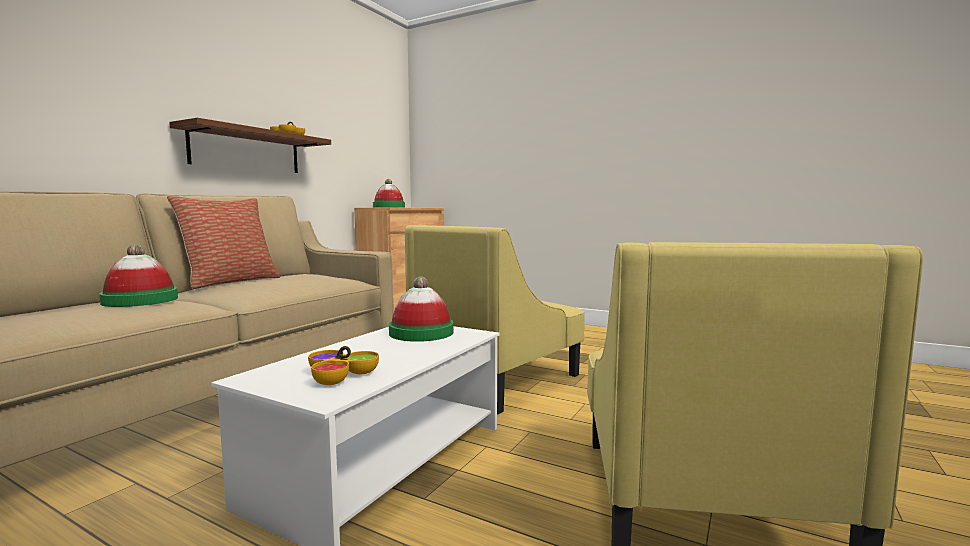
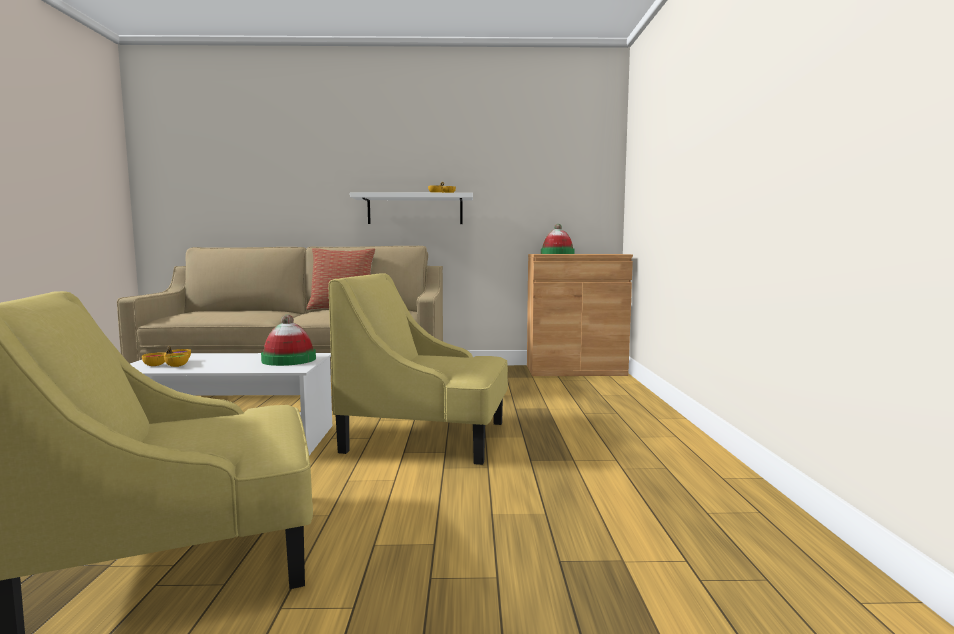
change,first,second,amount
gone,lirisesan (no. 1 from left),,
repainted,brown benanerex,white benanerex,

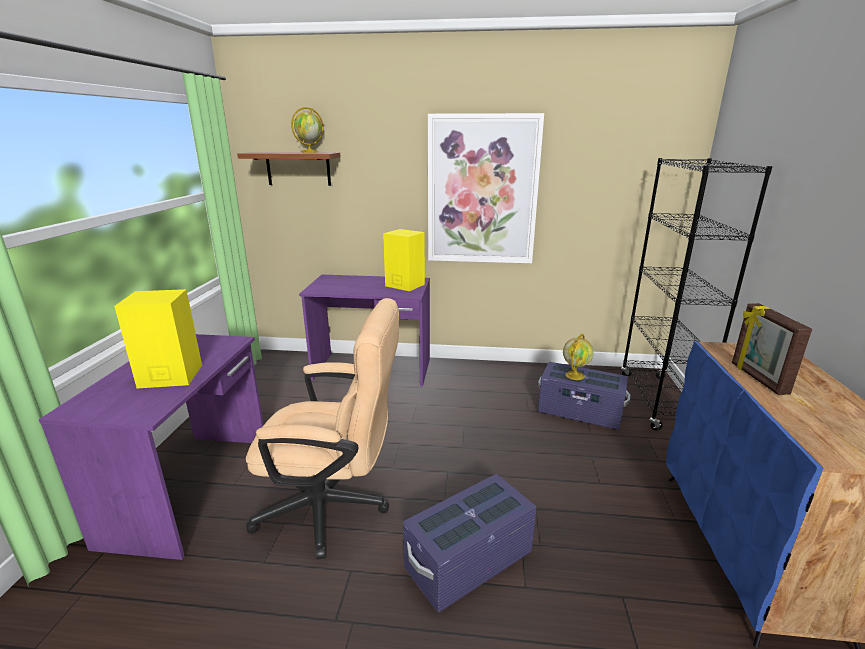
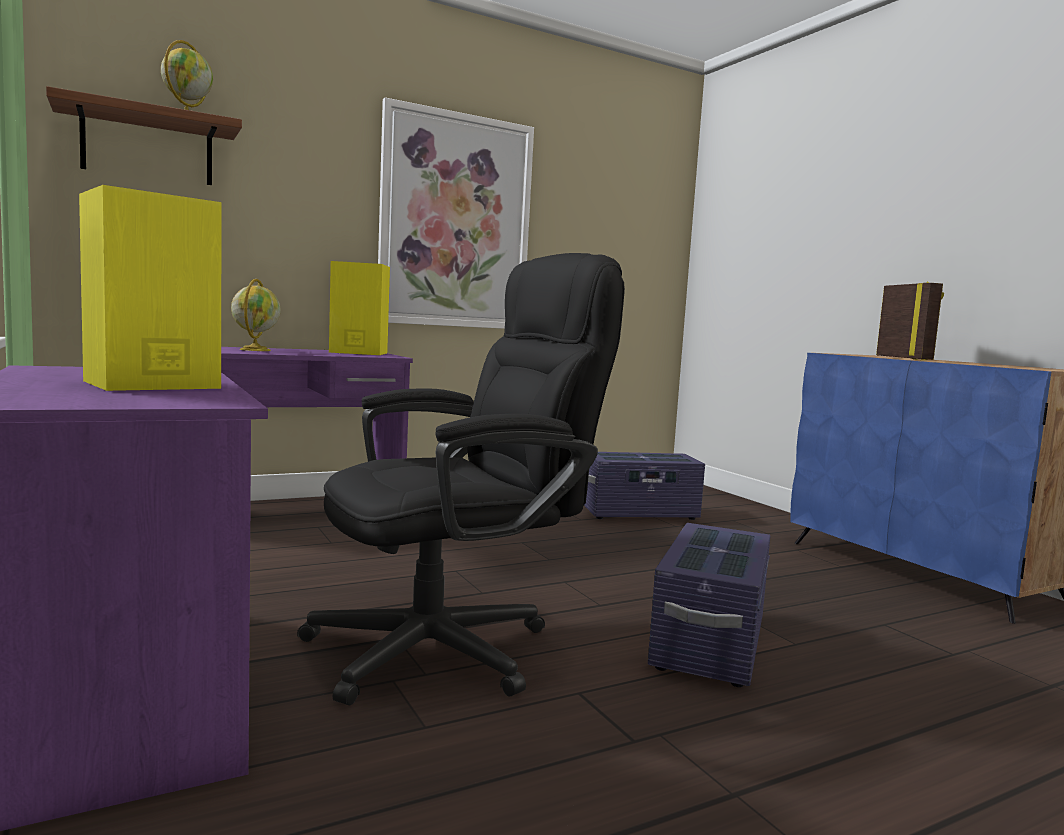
change,first,second,amount
repainted,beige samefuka,black samefuka,
shifted,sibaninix (no. 2 from left),,
gone,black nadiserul,,
rotated,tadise,,150 degrees counterclockwise

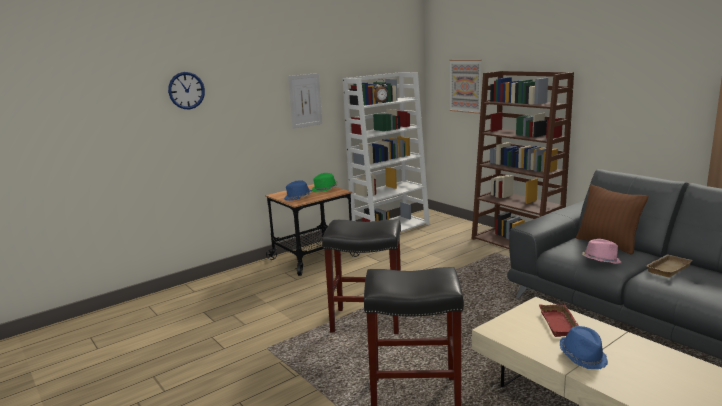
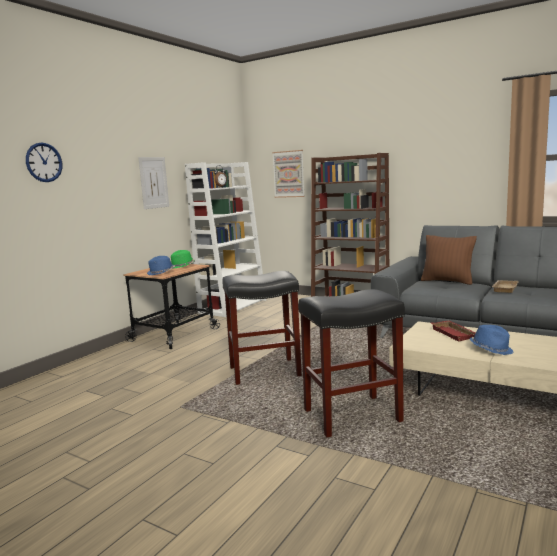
change,first,second,amount
gone,pink lirisesan,,

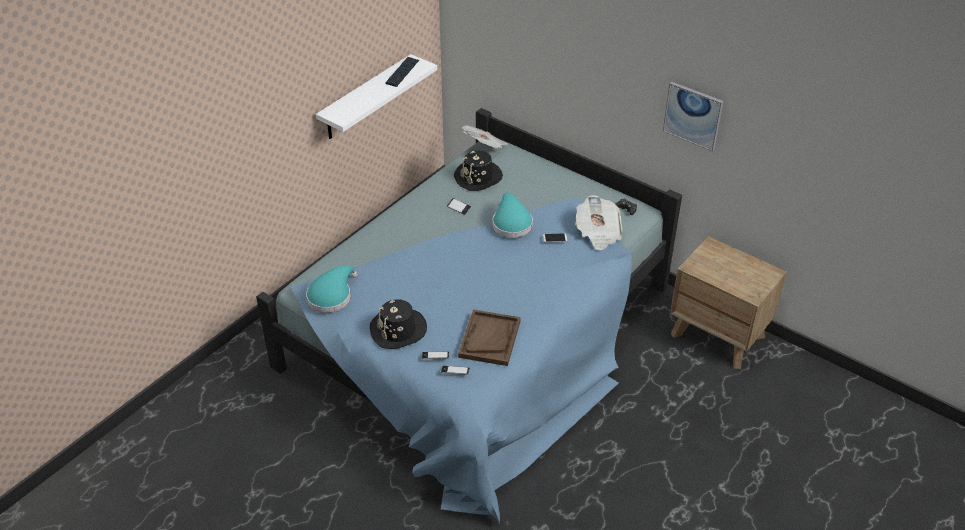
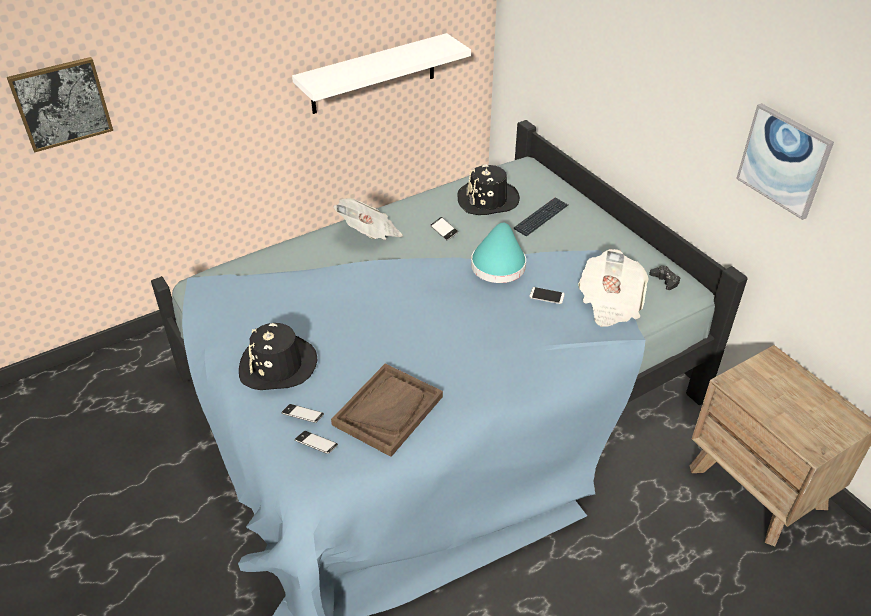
change,first,second,amount
gone,turquoise lirisesan (no. 1 from left),,
shifted,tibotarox,,
shifted,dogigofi (no. 1 from left),,
new,,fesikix (no. 1 from left),

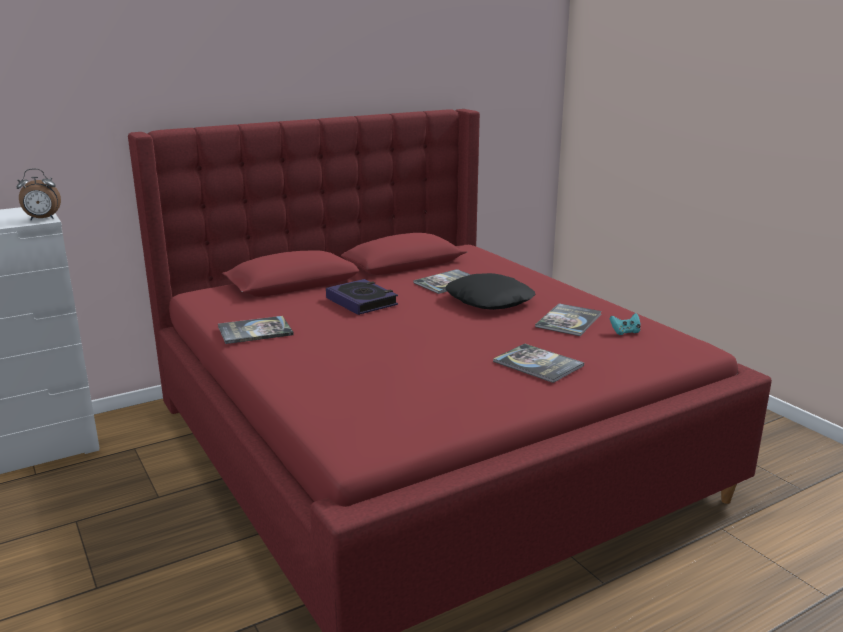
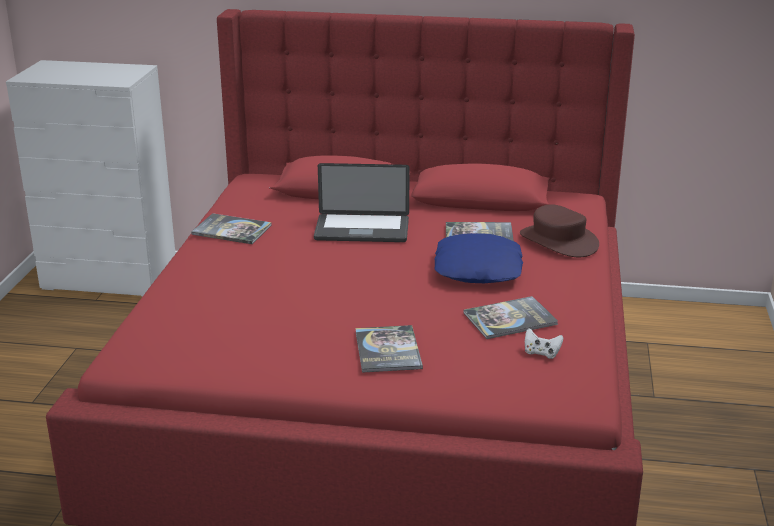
change,first,second,amount
gone,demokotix,,
swapped,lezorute (no. 2 from left),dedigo,
repainted,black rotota,blue rotota,
repainted,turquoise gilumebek,white gilumebek,
new,,brown lirisesan,

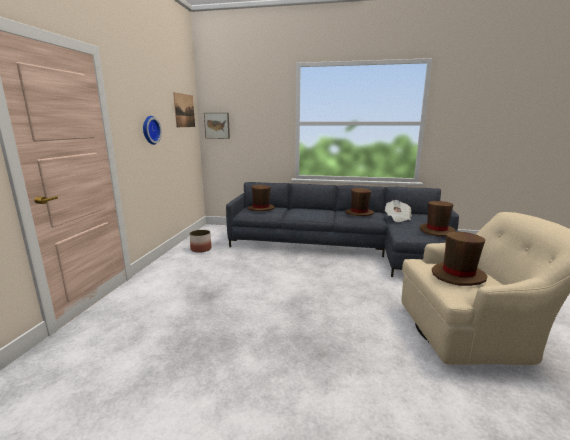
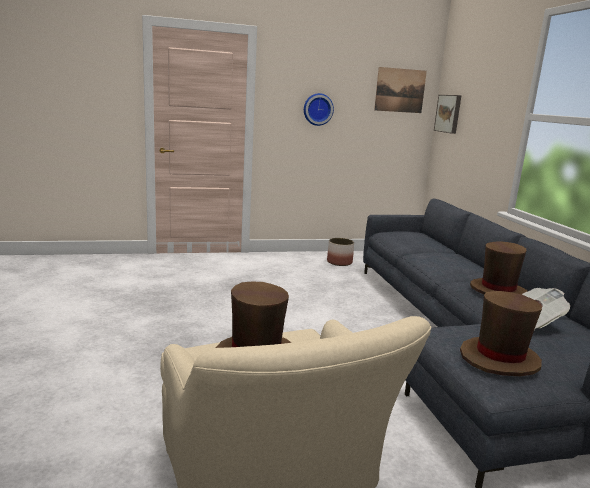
change,first,second,amount
gone,brown lirisesan (no. 1 from left),,

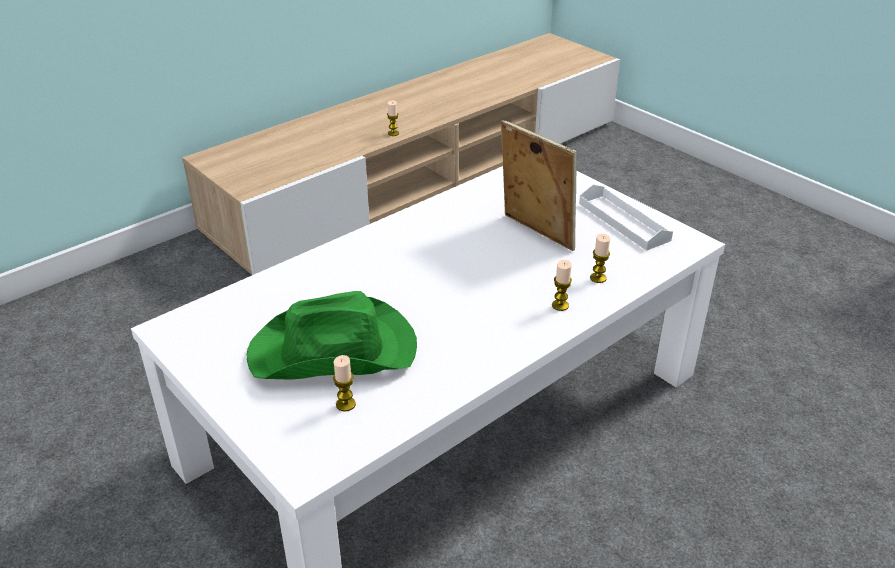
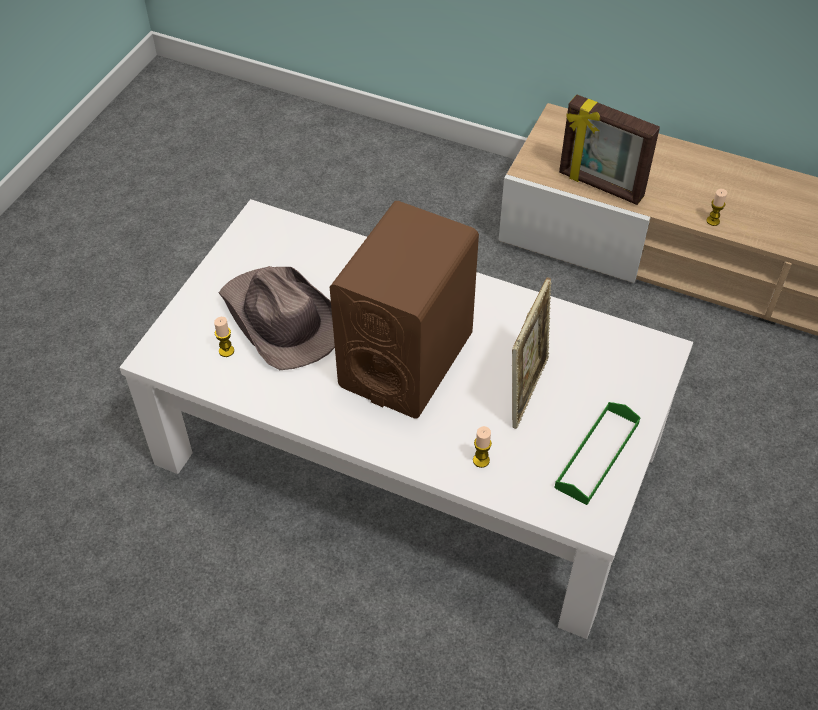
change,first,second,amount
repainted,green lirisesan,brown lirisesan,
gone,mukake (no. 3 from left),,
repainted,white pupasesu,green pupasesu,
new,,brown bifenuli,
new,,tadise (no. 2 from left),

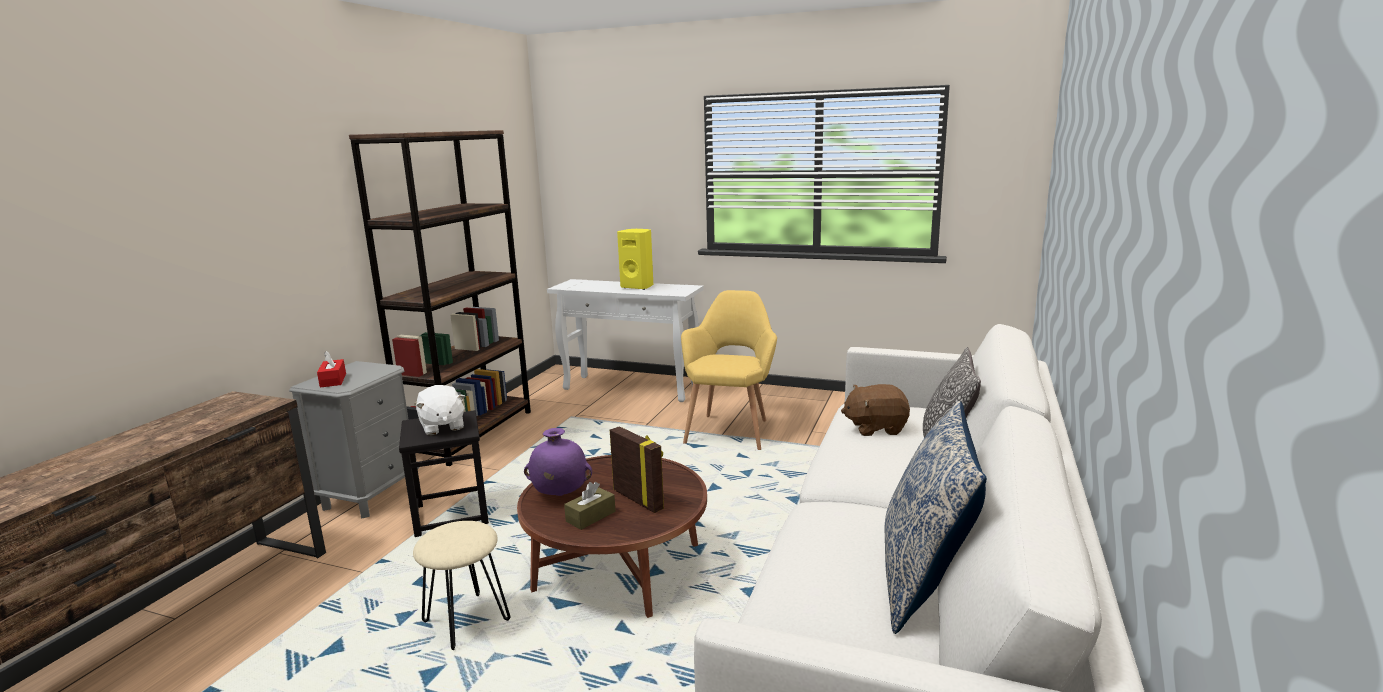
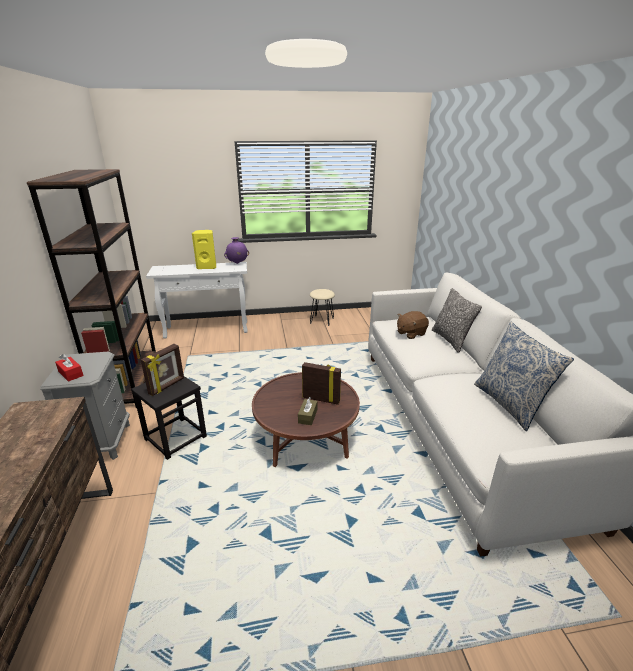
change,first,second,amount
shifted,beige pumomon,,
swapped,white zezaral,tadise (no. 1 from left),
shifted,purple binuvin,,
gone,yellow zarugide,,

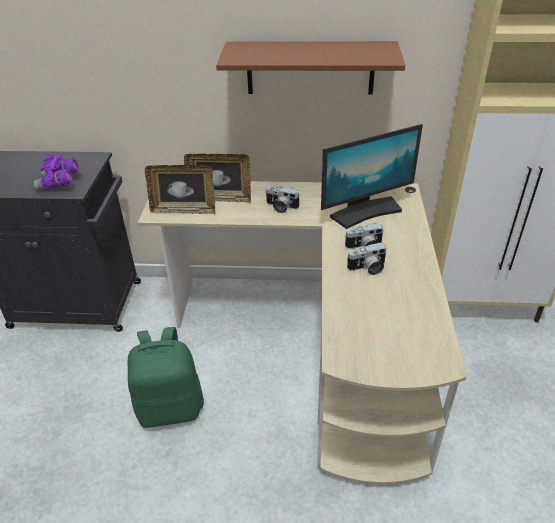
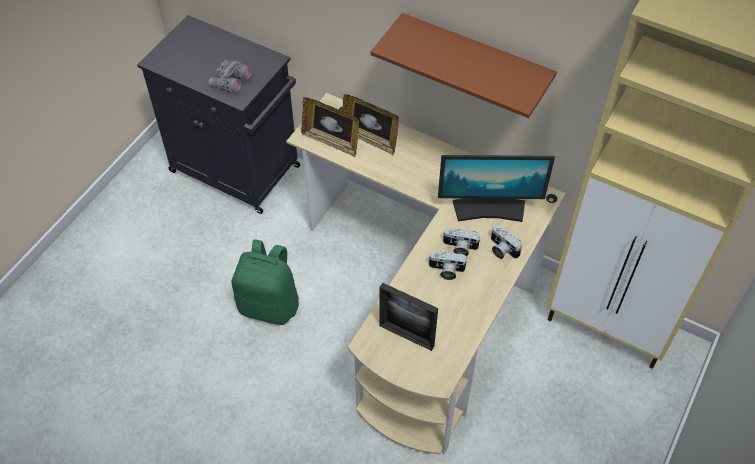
change,first,second,amount
repainted,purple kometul,grey kometul,
shifted,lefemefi (no. 1 from left in the first image),lefemefi (no. 3 from left),
new,,tadise (no. 3 from left),

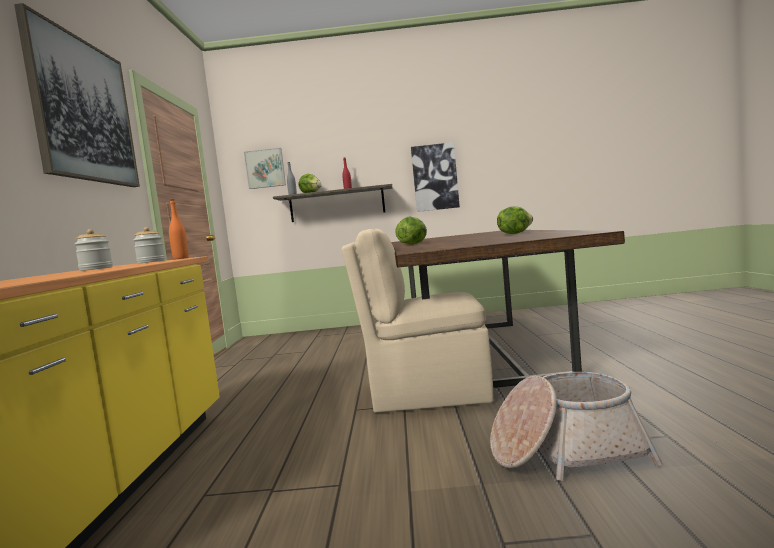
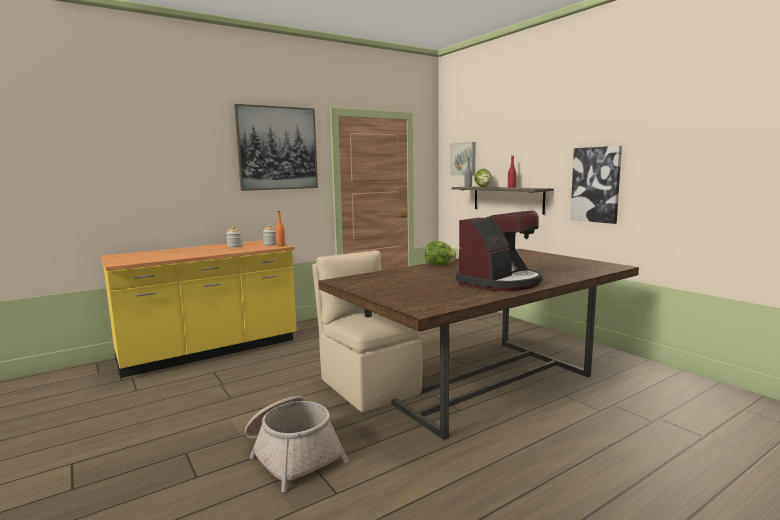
change,first,second,amount
swapped,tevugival (no. 3 from left),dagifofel,

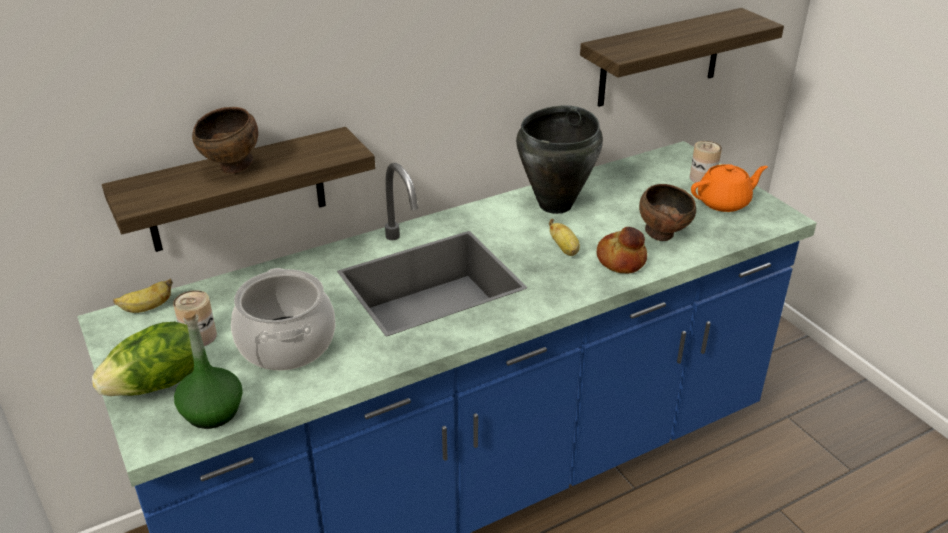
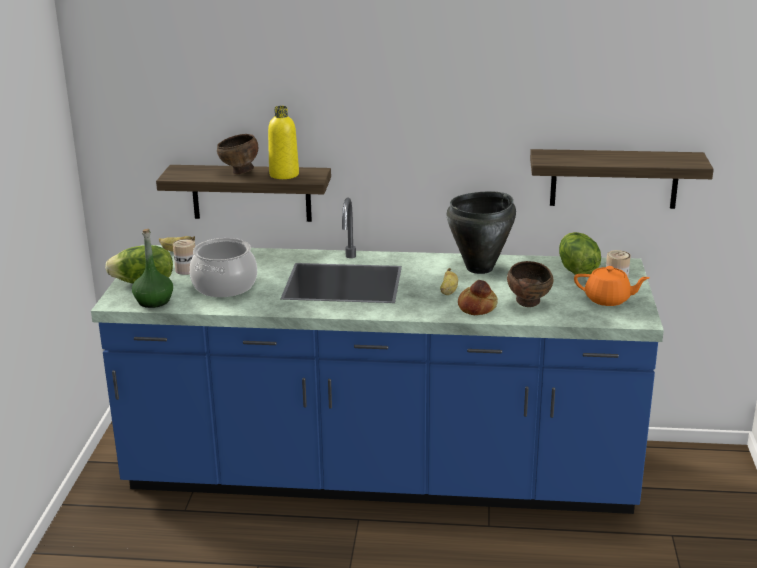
change,first,second,amount
new,,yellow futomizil,
new,,tevugival (no. 2 from left),

